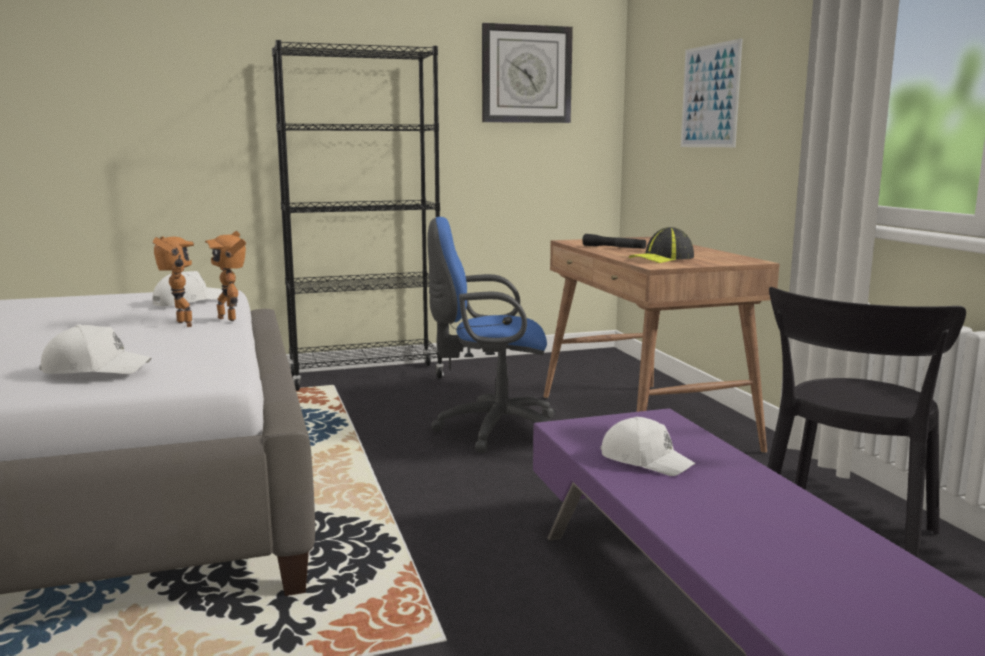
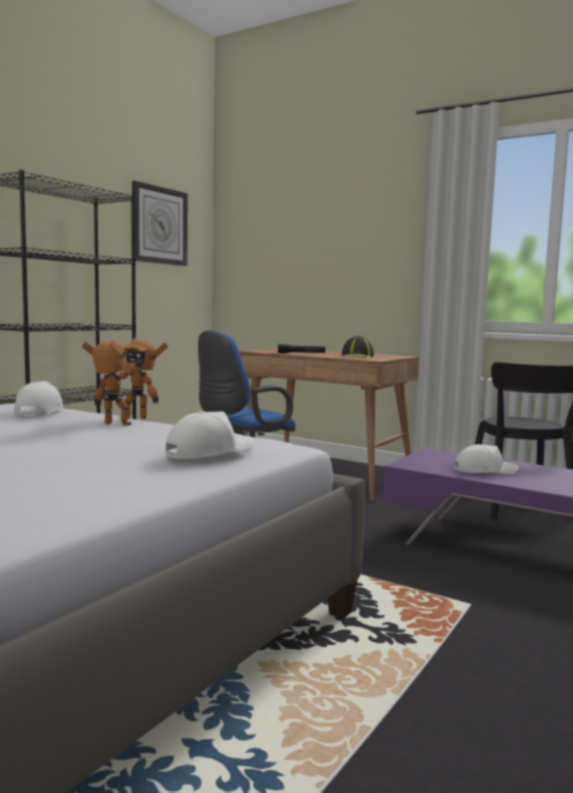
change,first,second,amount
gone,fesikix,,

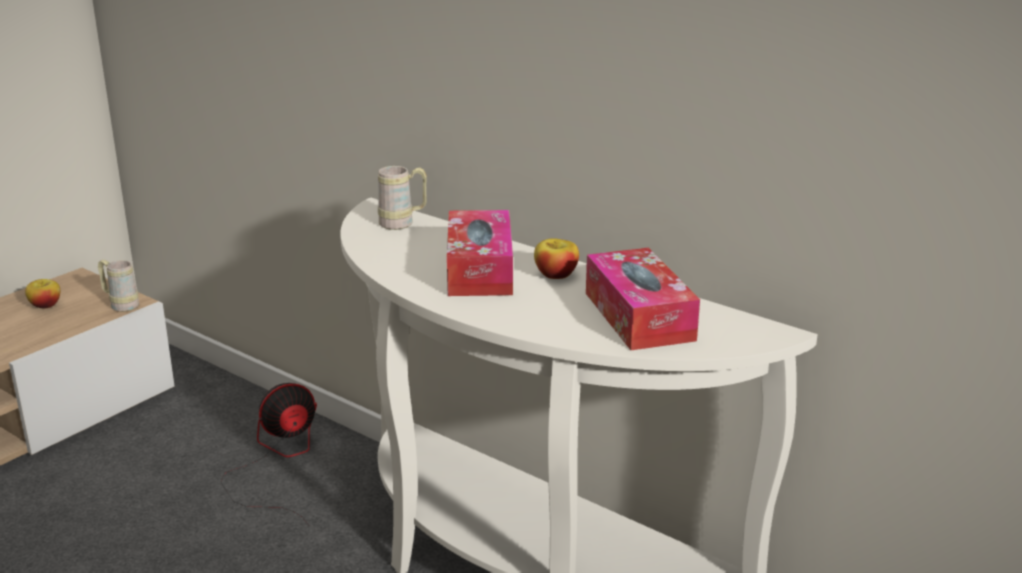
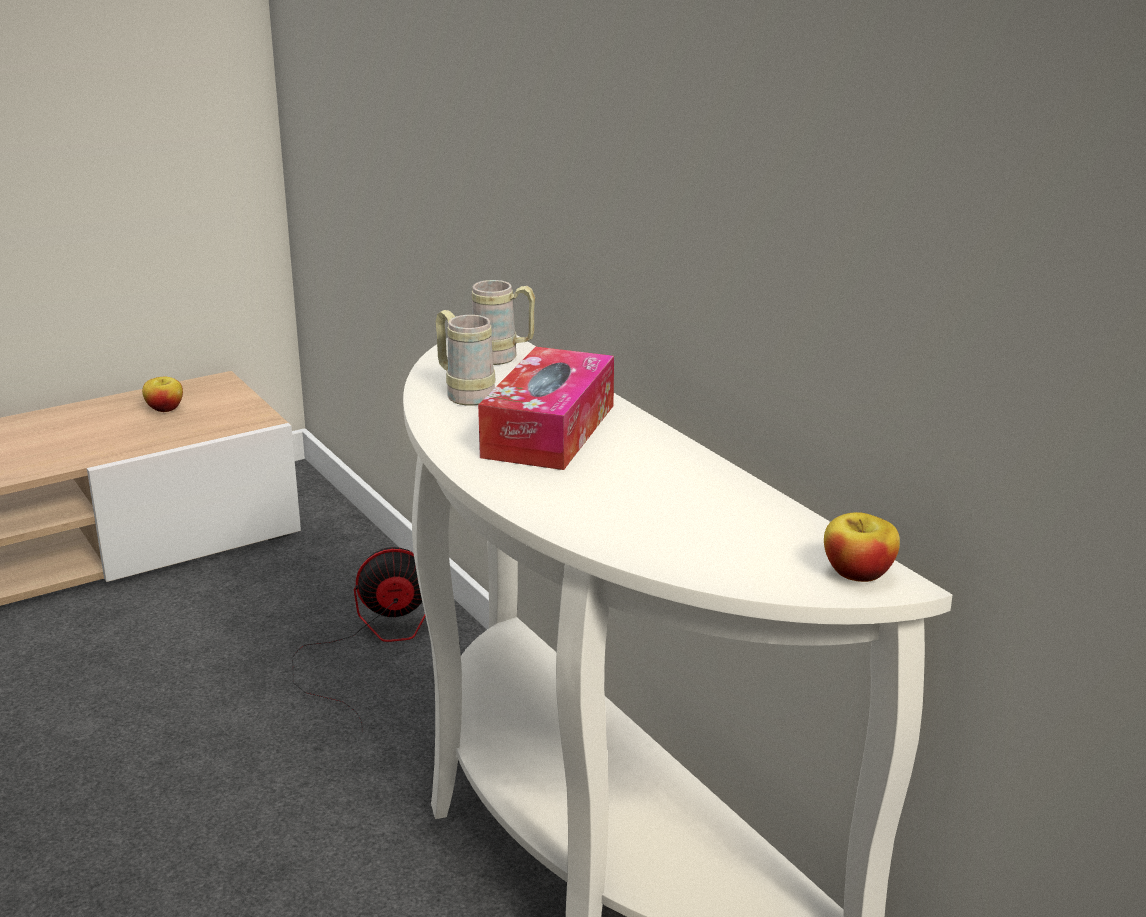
change,first,second,amount
shifted,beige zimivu (no. 1 from left),,
shifted,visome (no. 2 from left),,
gone,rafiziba (no. 2 from left),,

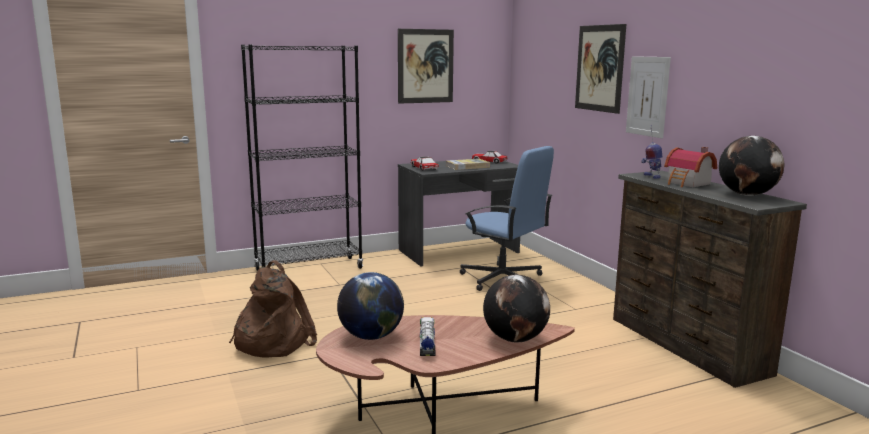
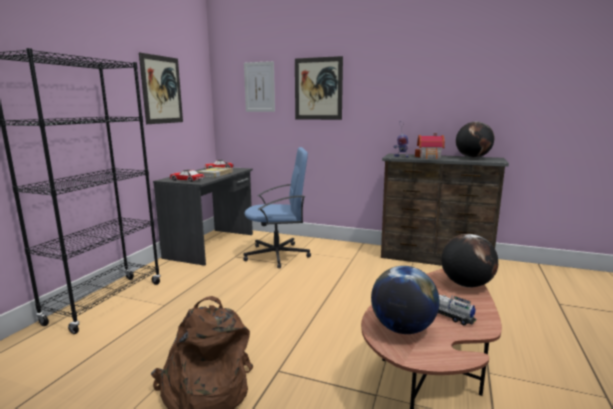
change,first,second,amount
shifted,fesikix (no. 3 from left in the first image),fesikix (no. 2 from left),

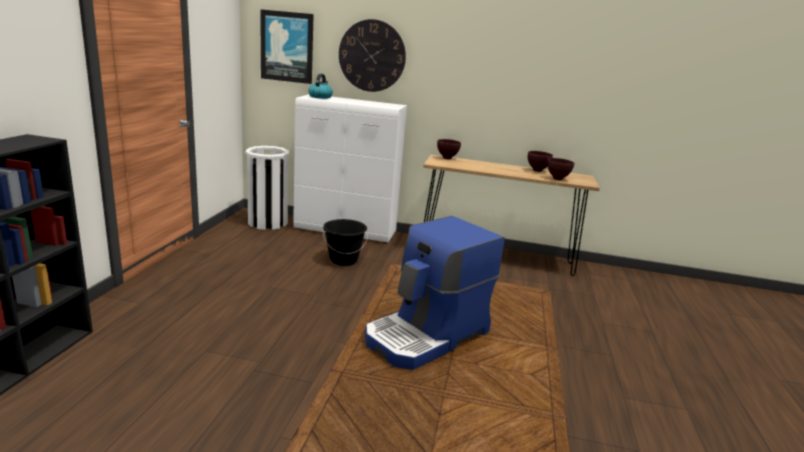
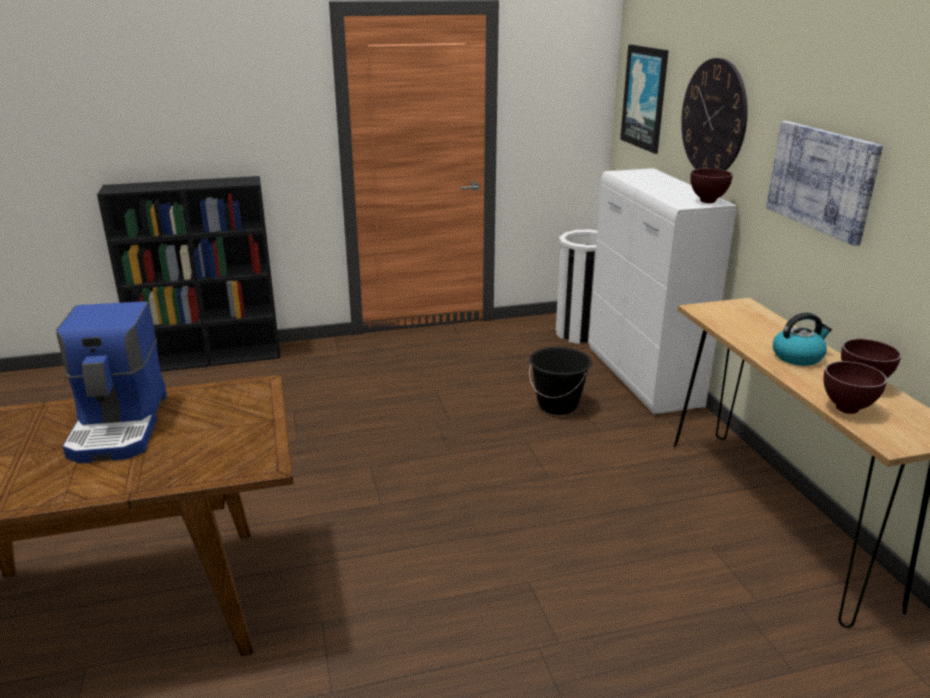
change,first,second,amount
shifted,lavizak,,
rotated,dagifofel,,120 degrees counterclockwise
shifted,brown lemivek (no. 1 from left),,
new,,fesikix (no. 2 from left),

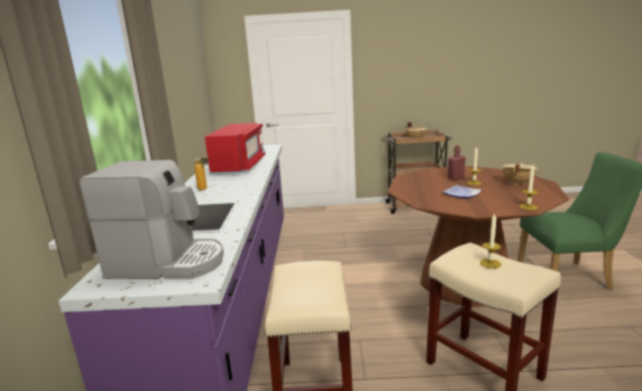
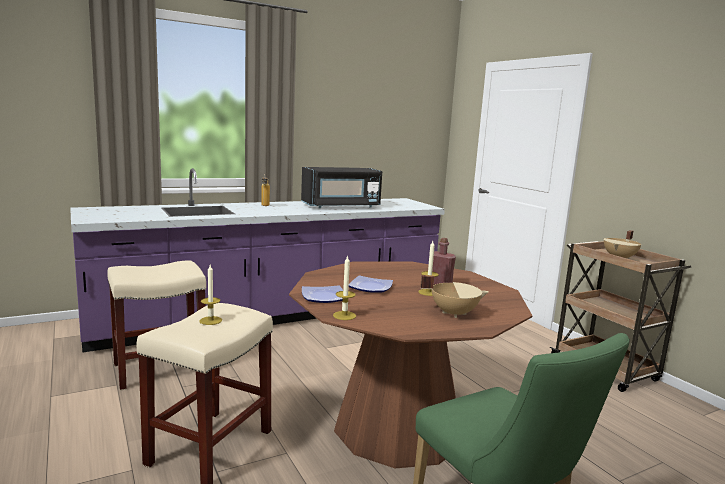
change,first,second,amount
gone,dagifofel,,
repainted,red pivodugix,black pivodugix,
new,,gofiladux (no. 1 from left),

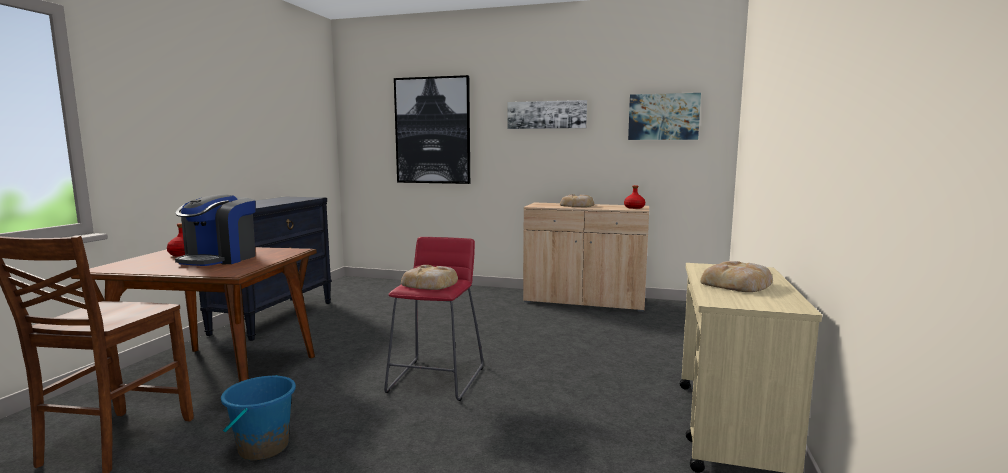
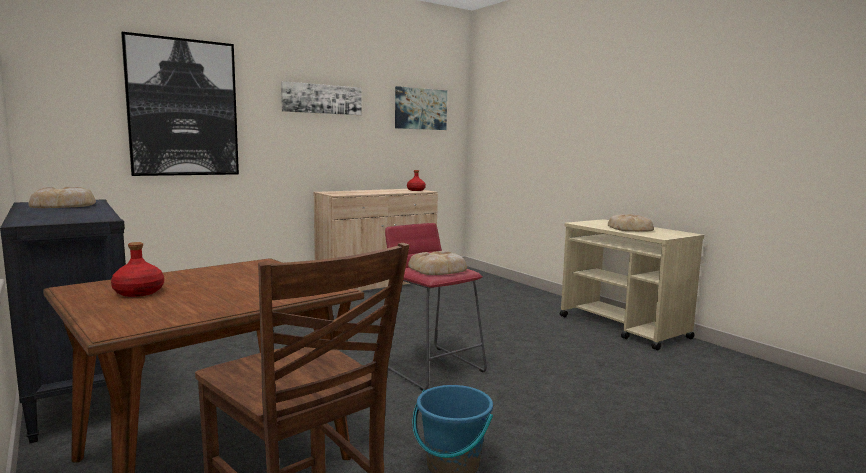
change,first,second,amount
gone,dagifofel,,
shifted,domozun (no. 2 from left in the first image),domozun (no. 1 from left),

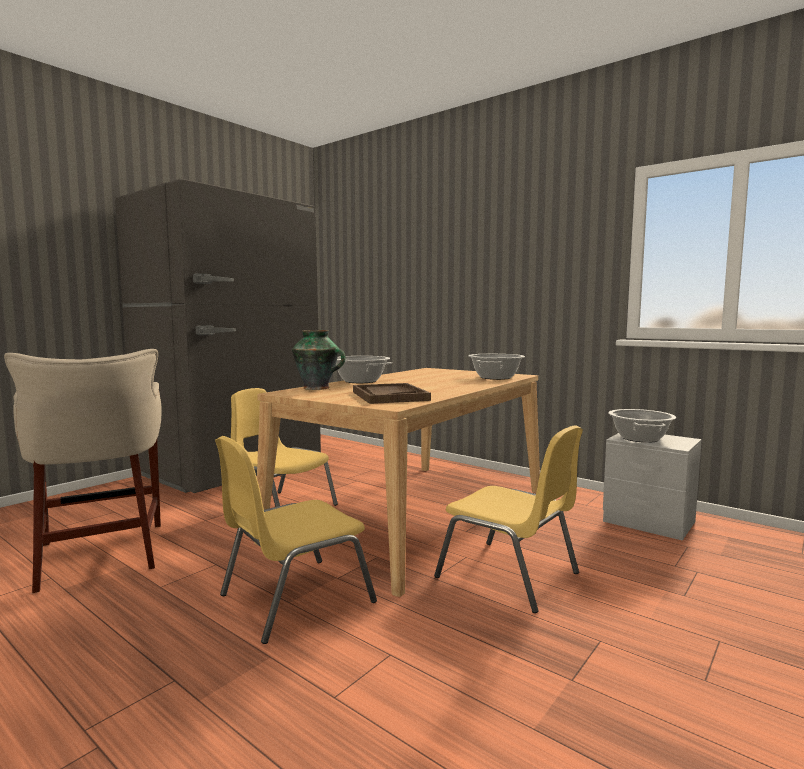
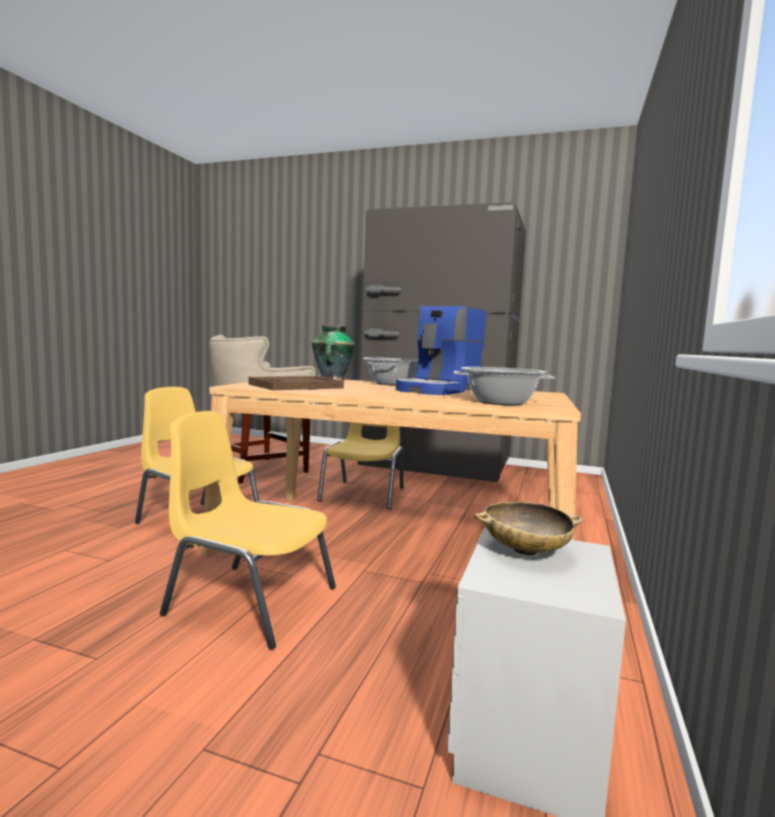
change,first,second,amount
rotated,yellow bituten (no. 3 from left in the first image),yellow bituten (no. 2 from left),90 degrees clockwise
swapped,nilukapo (no. 3 from left),beige lemivek,
new,,dagifofel,

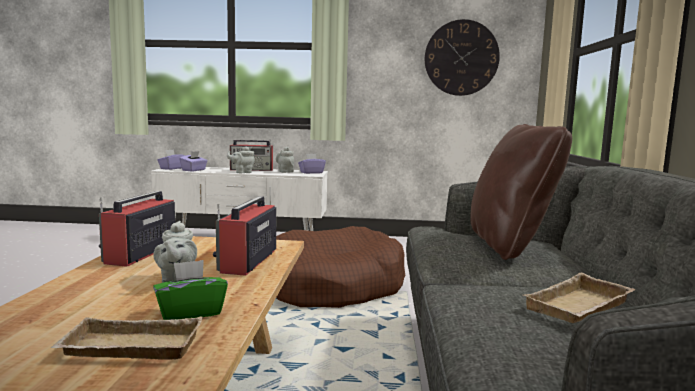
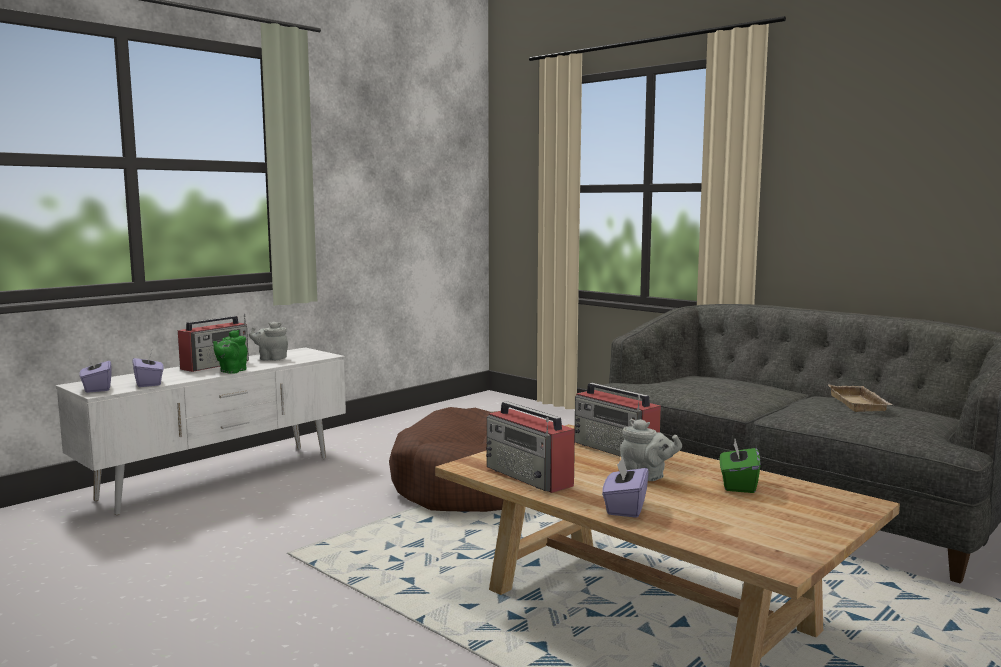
change,first,second,amount
gone,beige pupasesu (no. 1 from left),,
repainted,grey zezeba (no. 2 from left),green zezeba,
shifted,purple rafiziba (no. 3 from left),,
gone,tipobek,,
gone,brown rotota,,

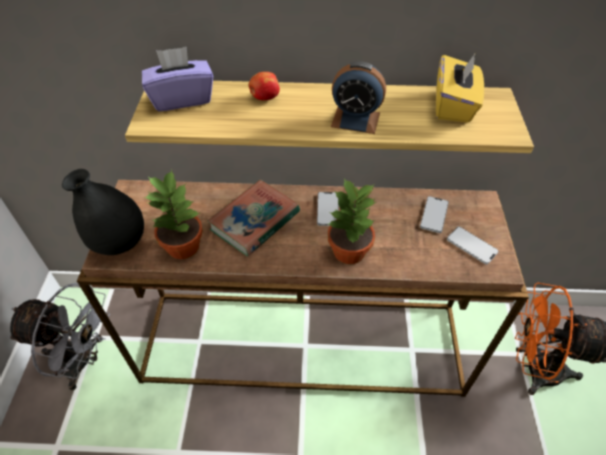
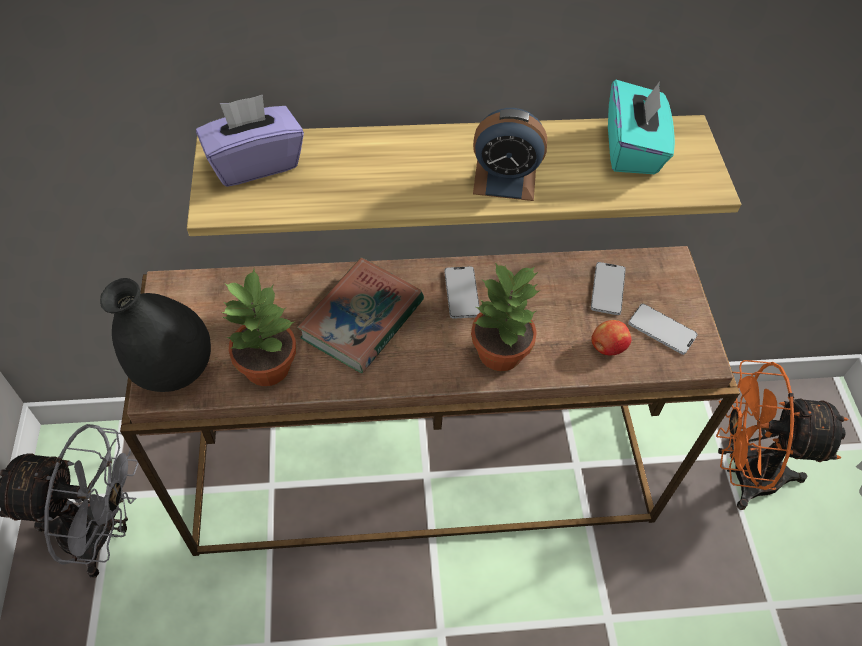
change,first,second,amount
shifted,visome,,
repainted,yellow rafiziba,turquoise rafiziba,

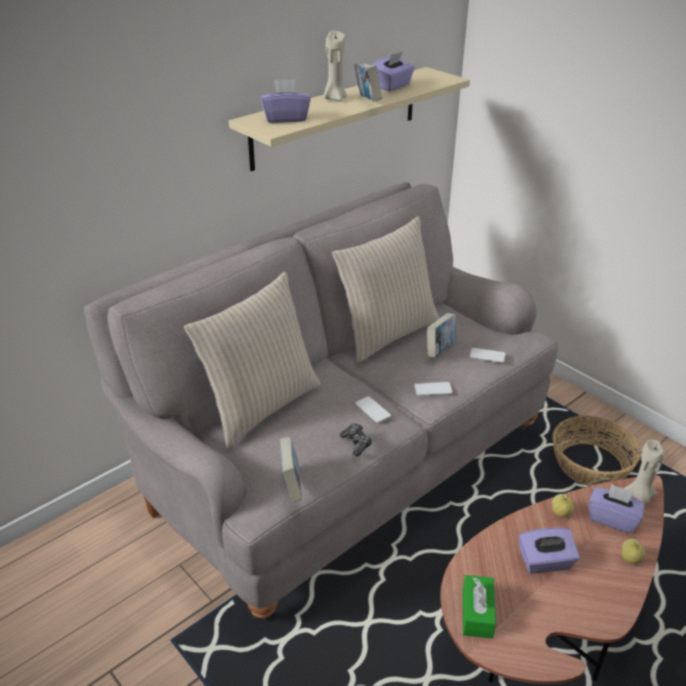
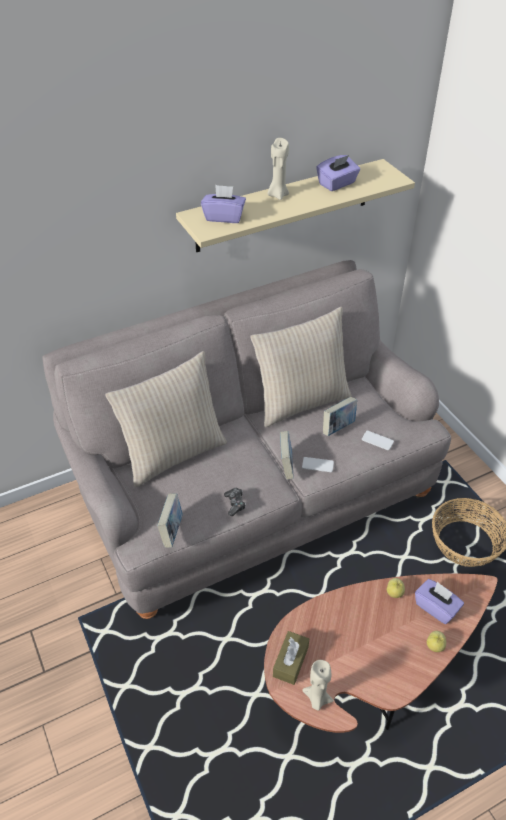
change,first,second,amount
shifted,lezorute (no. 2 from left),,
gone,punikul (no. 1 from left),,
repainted,green rafiziba,brown rafiziba,
gone,purple rafiziba (no. 3 from left),,
shifted,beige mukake (no. 2 from left),,

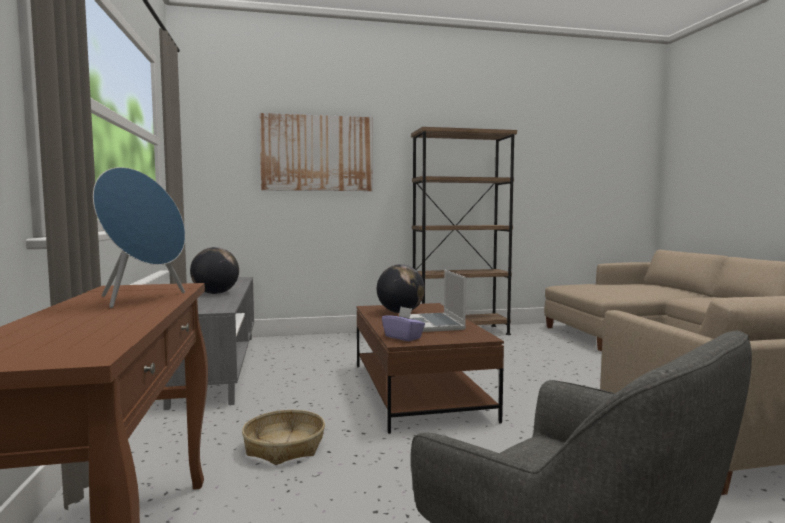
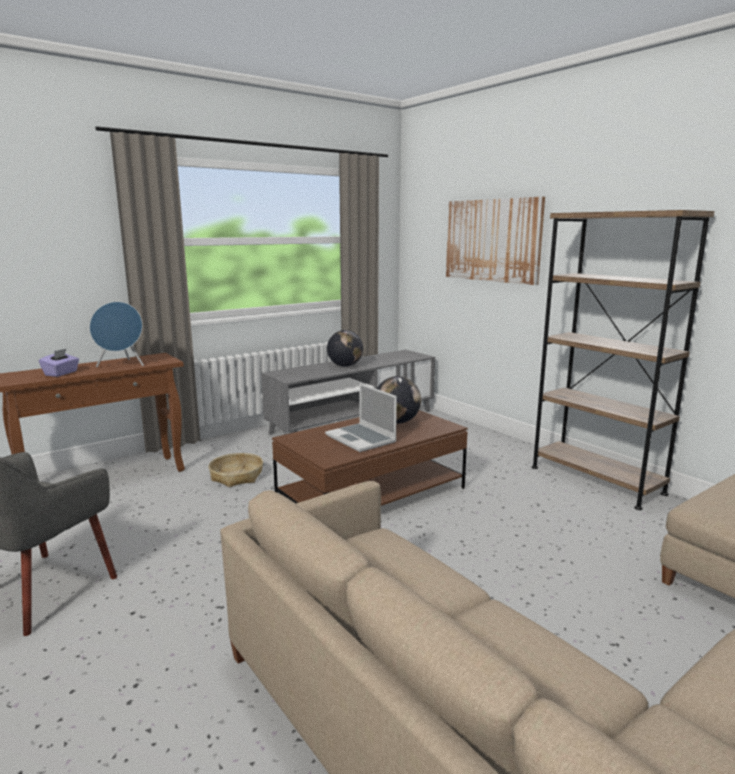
change,first,second,amount
shifted,purple rafiziba,,
rotated,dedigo,,90 degrees counterclockwise

